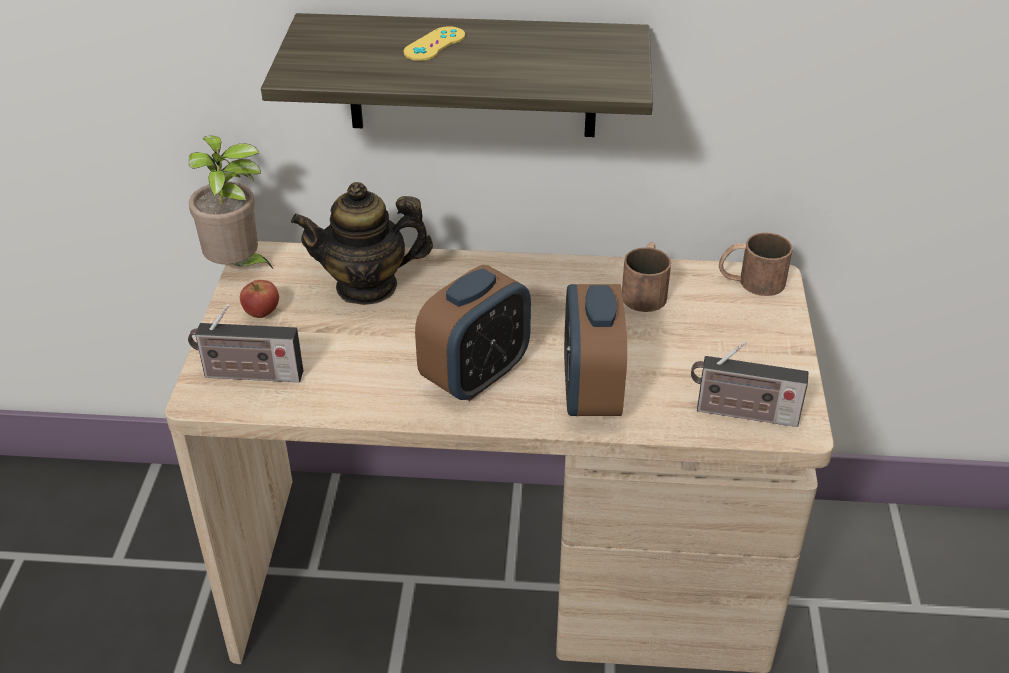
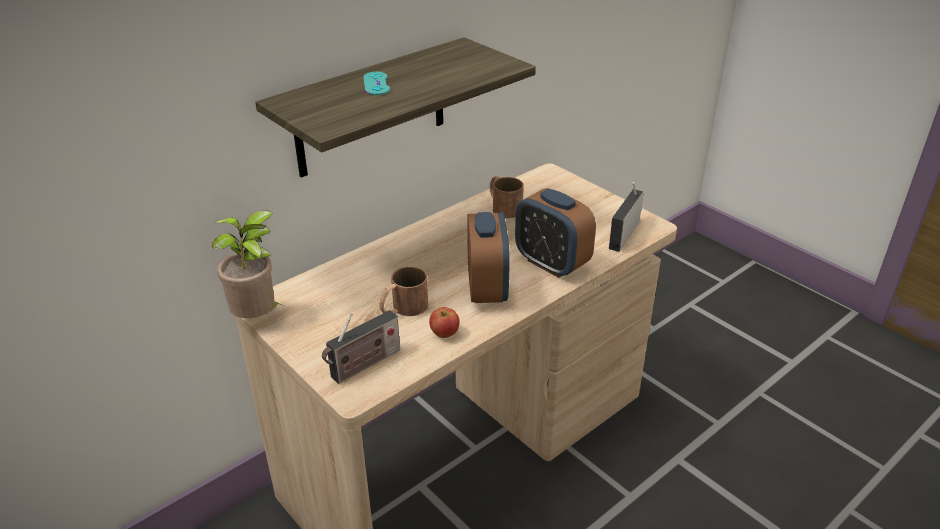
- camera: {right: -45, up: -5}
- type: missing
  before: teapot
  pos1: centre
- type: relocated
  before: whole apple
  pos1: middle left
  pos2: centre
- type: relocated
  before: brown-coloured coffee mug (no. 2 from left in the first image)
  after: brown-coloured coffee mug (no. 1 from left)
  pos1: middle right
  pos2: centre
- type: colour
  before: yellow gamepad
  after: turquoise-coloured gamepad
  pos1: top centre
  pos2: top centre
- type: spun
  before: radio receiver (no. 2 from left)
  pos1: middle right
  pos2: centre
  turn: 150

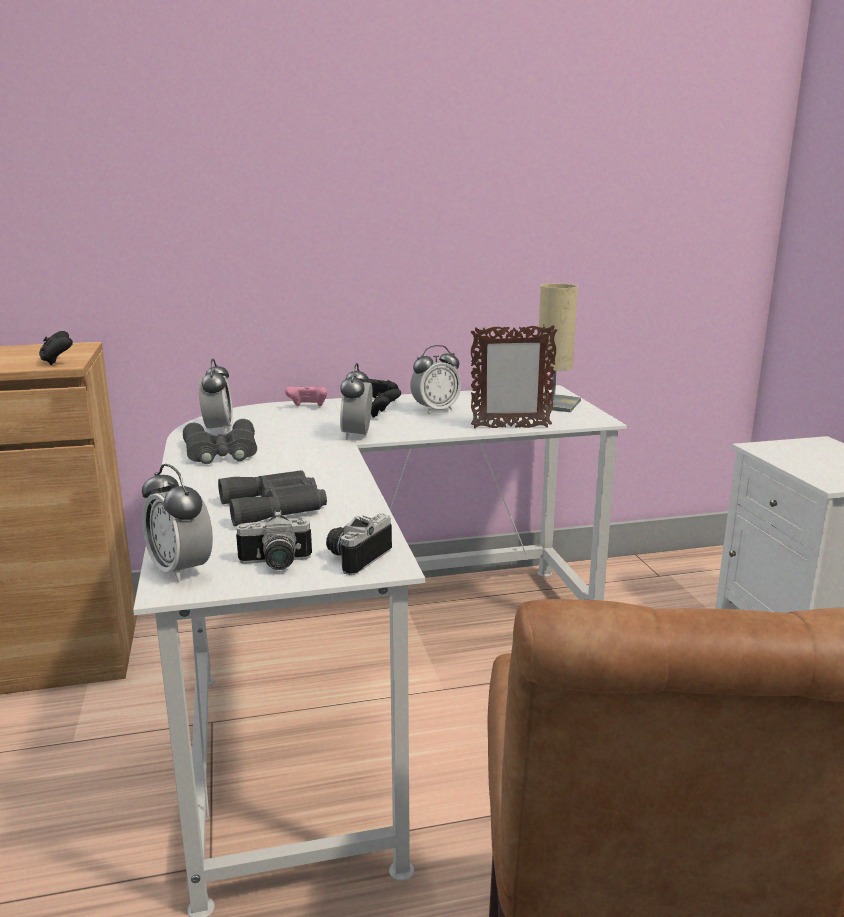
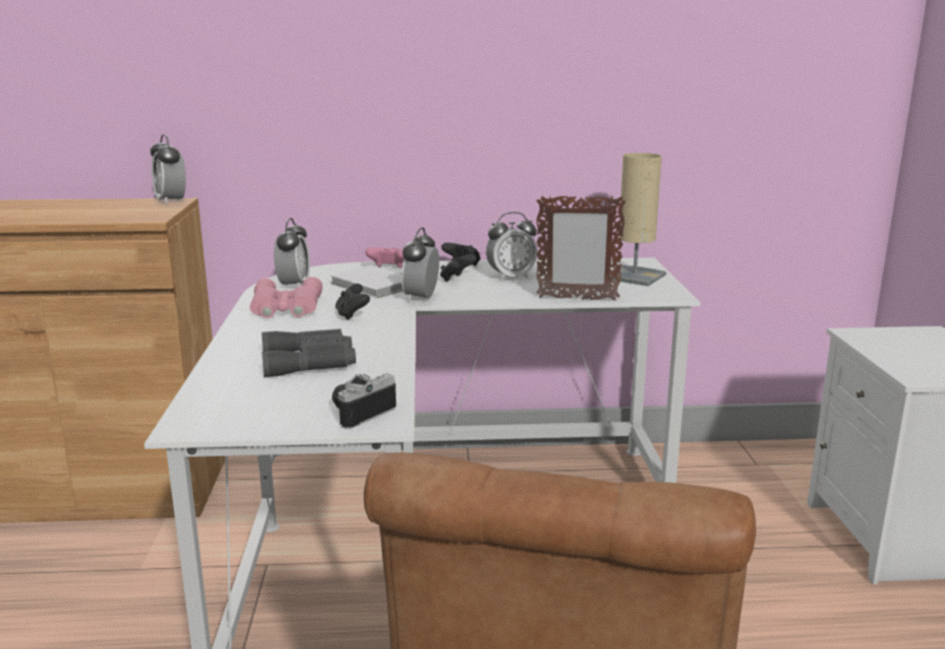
- camera: {right: 10, up: 0}
- type: missing
  before: still camera (no. 1 from left)
  pos1: middle left
- type: appeared
  after: white book
  pos2: centre
- type: relocated
  before: black-coloured gamepad (no. 1 from left)
  pos1: middle left
  pos2: centre
- type: relocated
  before: bedside clock (no. 1 from left)
  pos1: middle left
  pos2: top left
- type: colour
  before: grey binoculars (no. 1 from left)
  after: pink binoculars
  pos1: middle left
  pos2: middle left

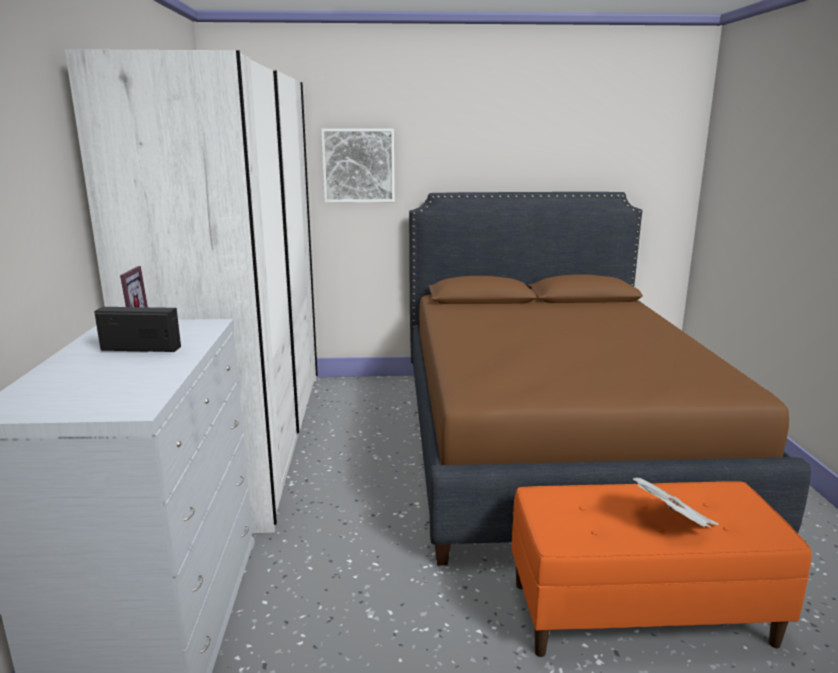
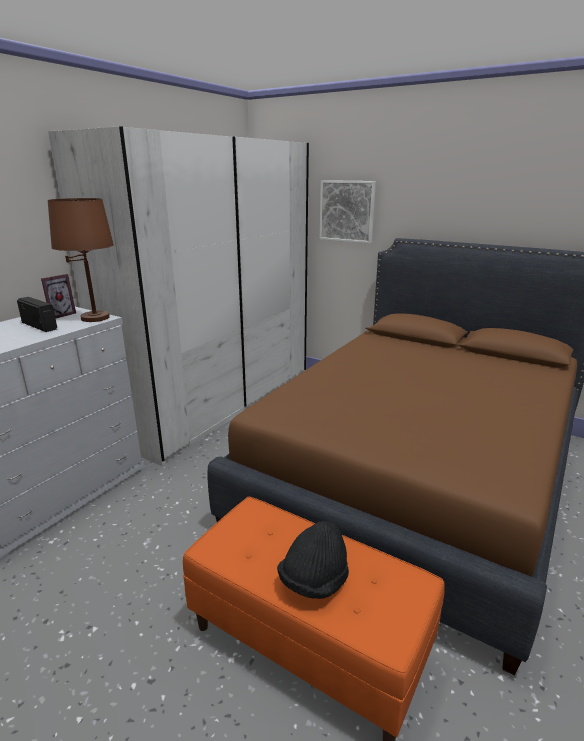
- camera: {right: 35, up: 5}
- type: appeared
  after: brown-coloured lamp for a table
  pos2: middle left
- type: exchanged
  before: printed paper
  after: black-coloured hat
  pos1: bottom right
  pos2: bottom centre

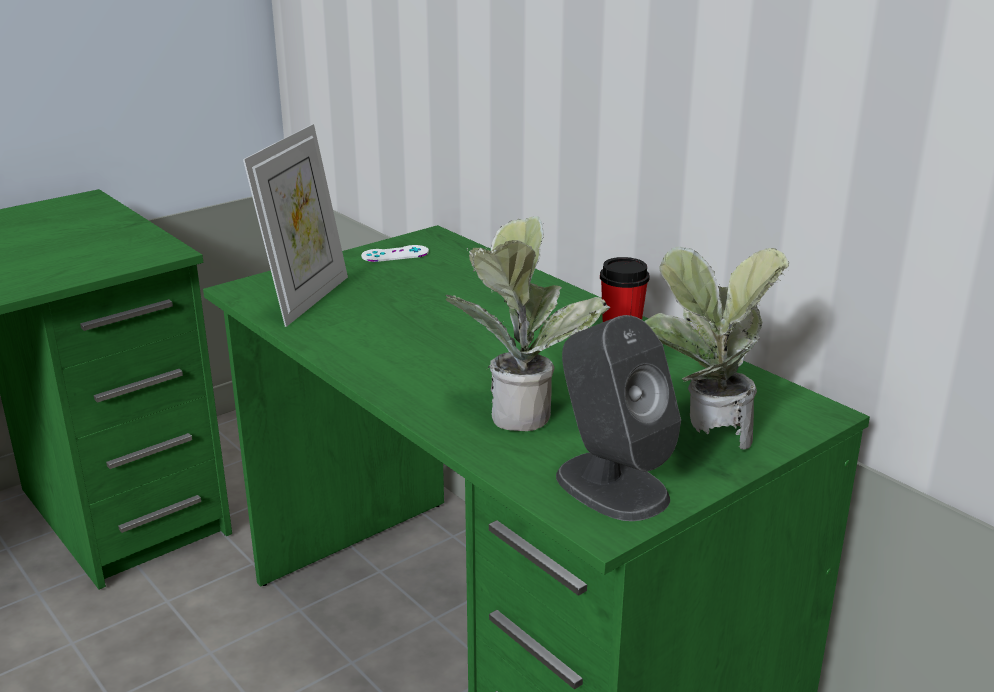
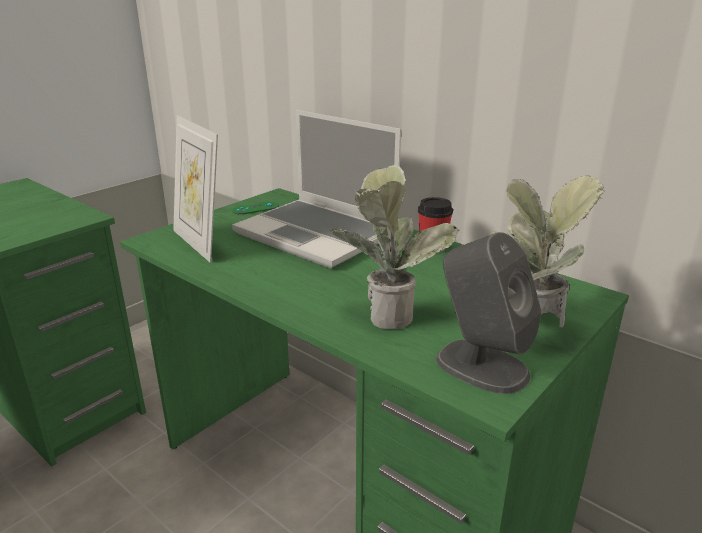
- camera: {right: -10, up: 0}
- type: appeared
  after: portable computer
  pos2: centre
- type: colour
  before: white gamepad
  after: greenish gamepad
  pos1: centre
  pos2: centre
- type: spun
  before: standing frame
  pos1: top left
  pos2: middle left
  turn: 135

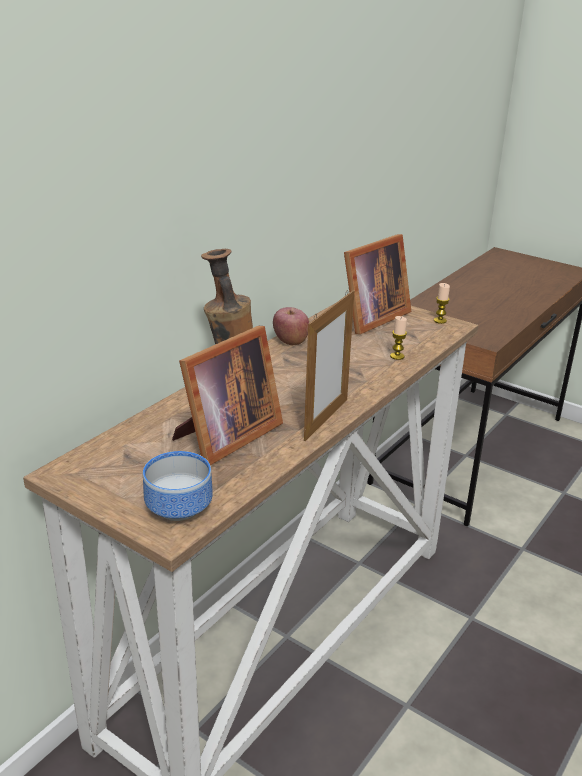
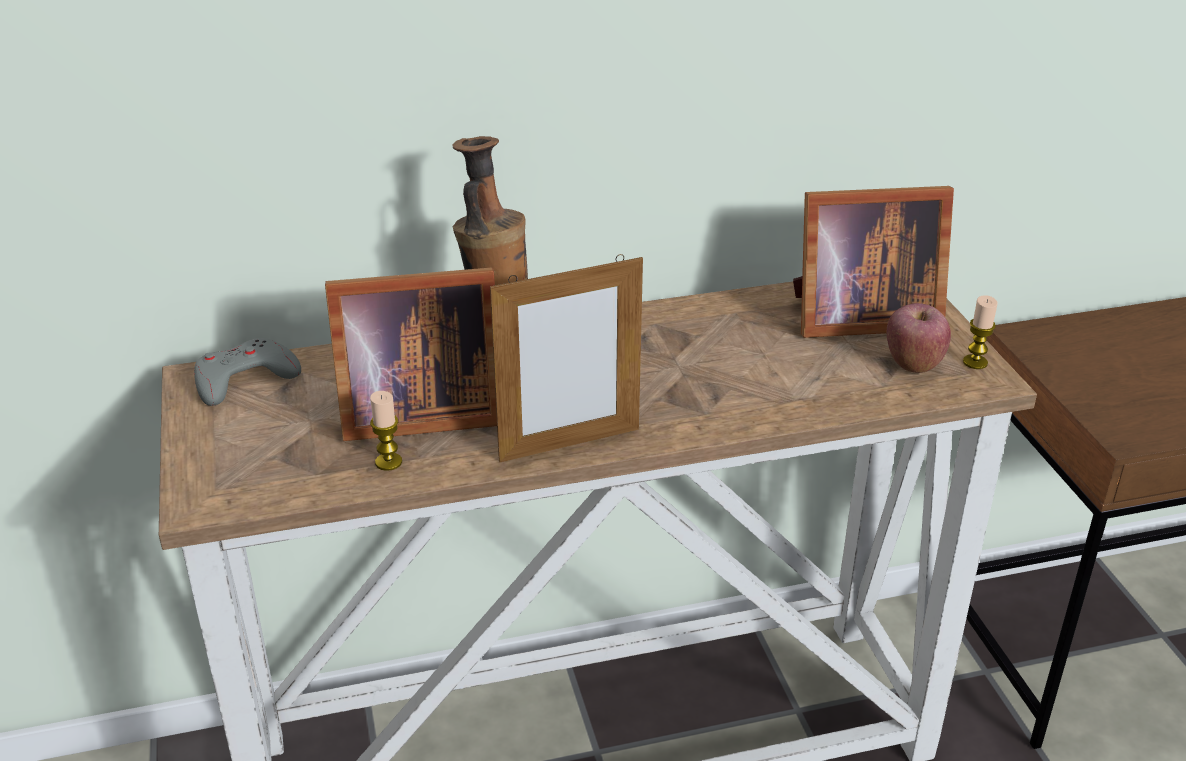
- camera: {right: 40, up: 5}
- type: missing
  before: serving bowl
  pos1: middle left
- type: appeared
  after: grey gamepad
  pos2: middle left
- type: relocated
  before: whole apple
  pos1: centre
  pos2: middle right
- type: relocated
  before: wax light (no. 1 from left)
  pos1: middle right
  pos2: middle left

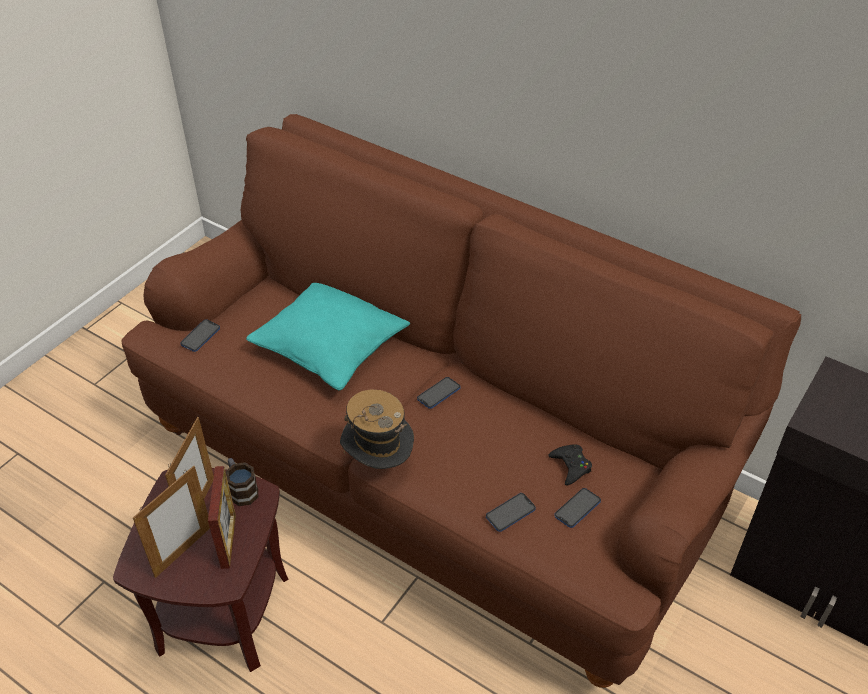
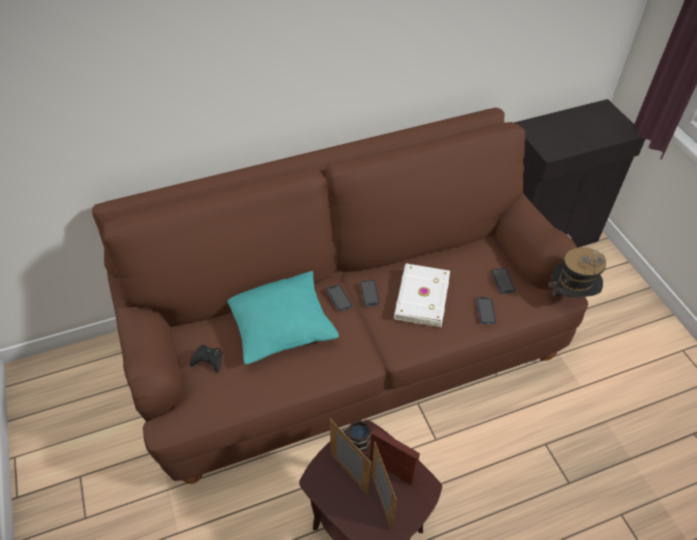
- camera: {right: -55, up: 5}
- type: appeared
  after: white book
  pos2: centre
- type: relocated
  before: telephone (no. 1 from left)
  pos1: middle left
  pos2: centre
- type: relocated
  before: hat
  pos1: centre
  pos2: middle right
- type: relocated
  before: black-coloured gamepad
  pos1: bottom centre
  pos2: middle left

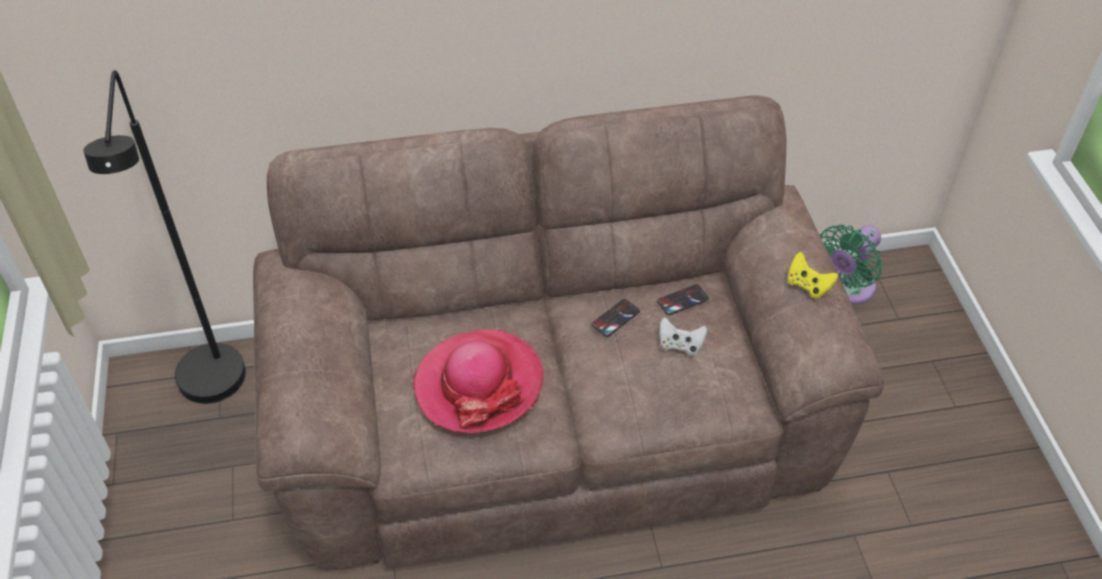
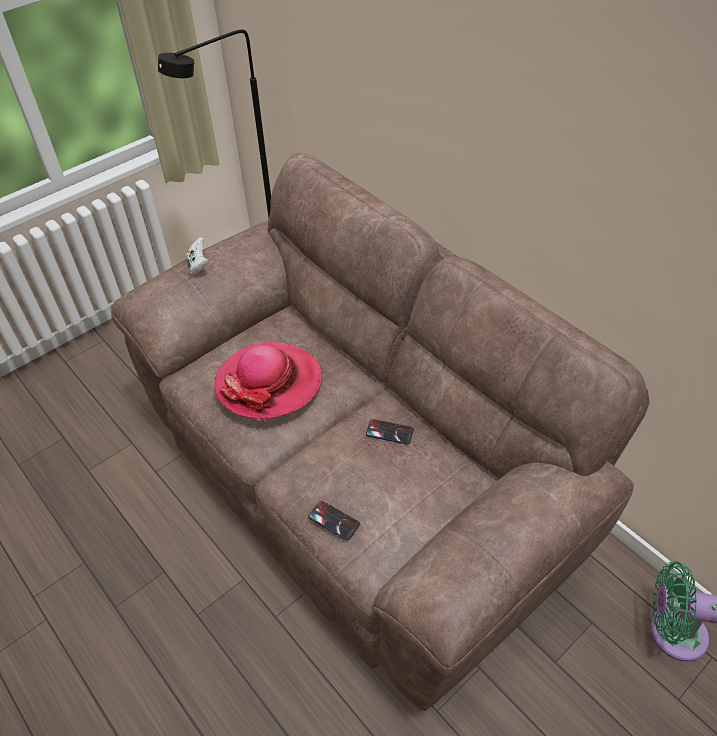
- camera: {right: 60, up: 0}
- type: missing
  before: yellow gamepad
  pos1: middle right
- type: relocated
  before: telephone (no. 2 from left in the first image)
  after: telephone (no. 1 from left)
  pos1: centre
  pos2: bottom centre
- type: relocated
  before: white gamepad
  pos1: centre
  pos2: middle left

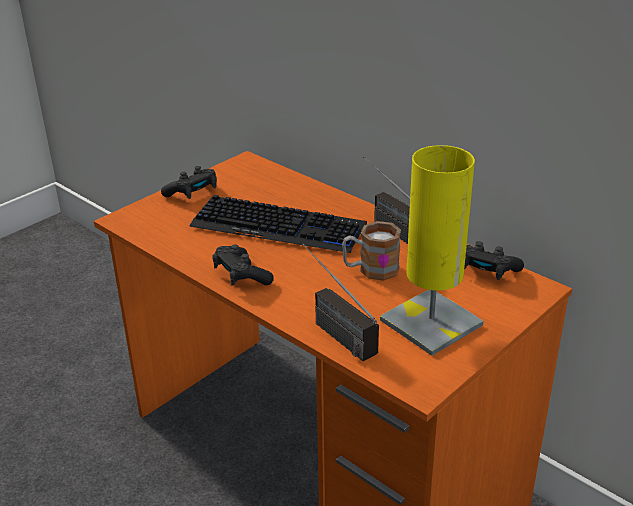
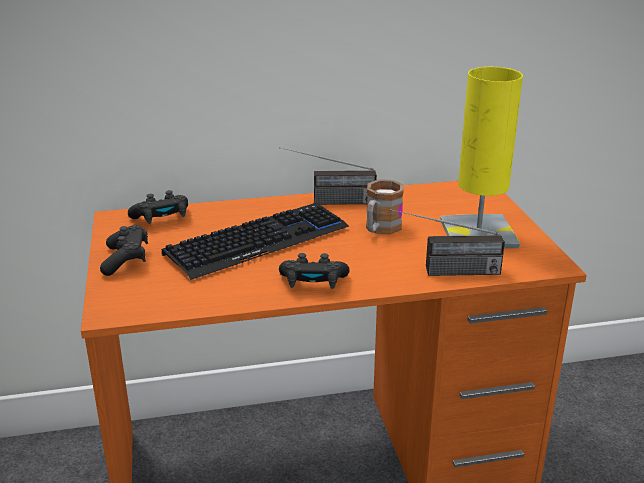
- camera: {right: -55, up: -5}
- type: relocated
  before: black-coloured gamepad (no. 3 from left in the first image)
  after: black-coloured gamepad (no. 2 from left)
  pos1: middle right
  pos2: middle left

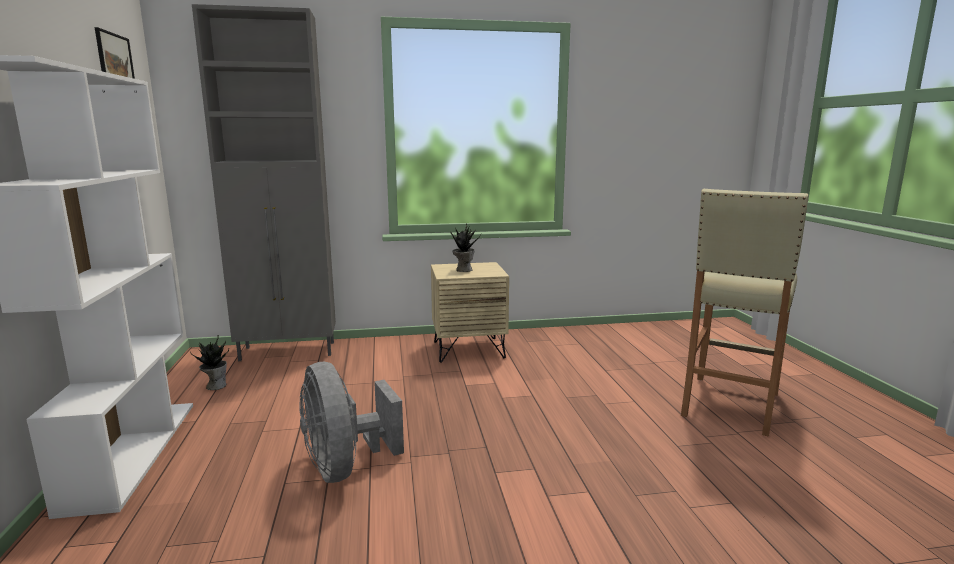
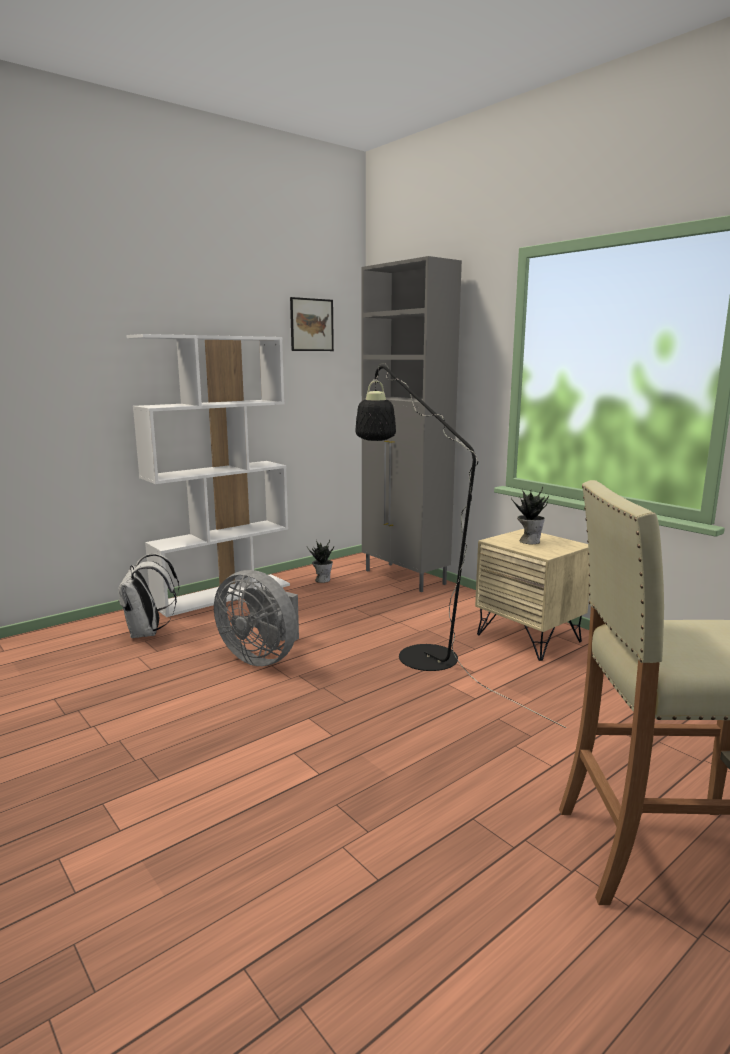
- camera: {right: 60, up: 0}
- type: appeared
  after: white rucksack
  pos2: middle left
- type: appeared
  after: black-coloured floor lamp
  pos2: centre
- type: spun
  before: grey cooling fan
  pos1: bottom centre
  pos2: centre
  turn: -90

